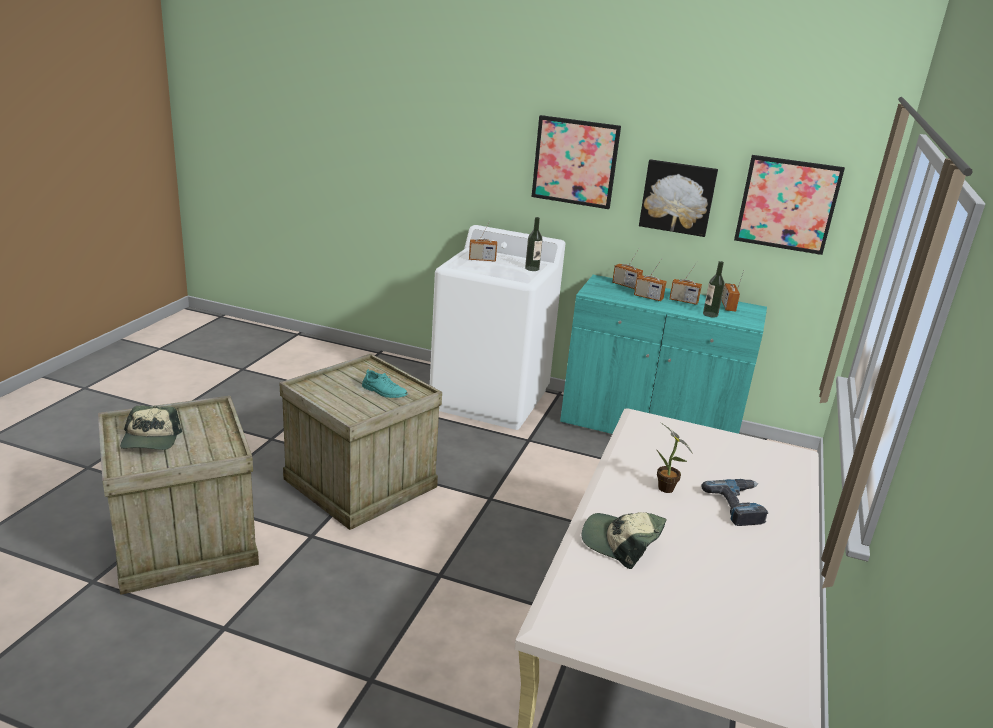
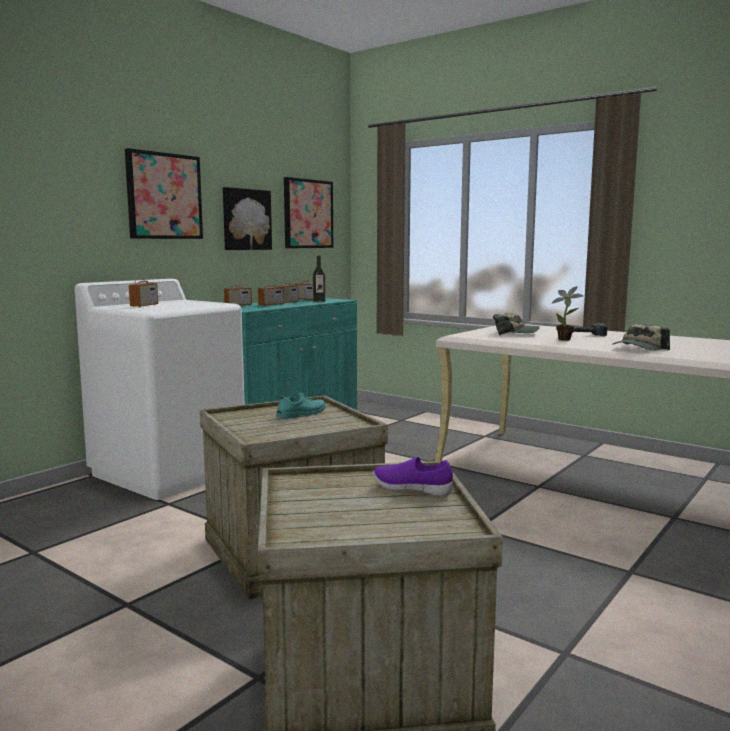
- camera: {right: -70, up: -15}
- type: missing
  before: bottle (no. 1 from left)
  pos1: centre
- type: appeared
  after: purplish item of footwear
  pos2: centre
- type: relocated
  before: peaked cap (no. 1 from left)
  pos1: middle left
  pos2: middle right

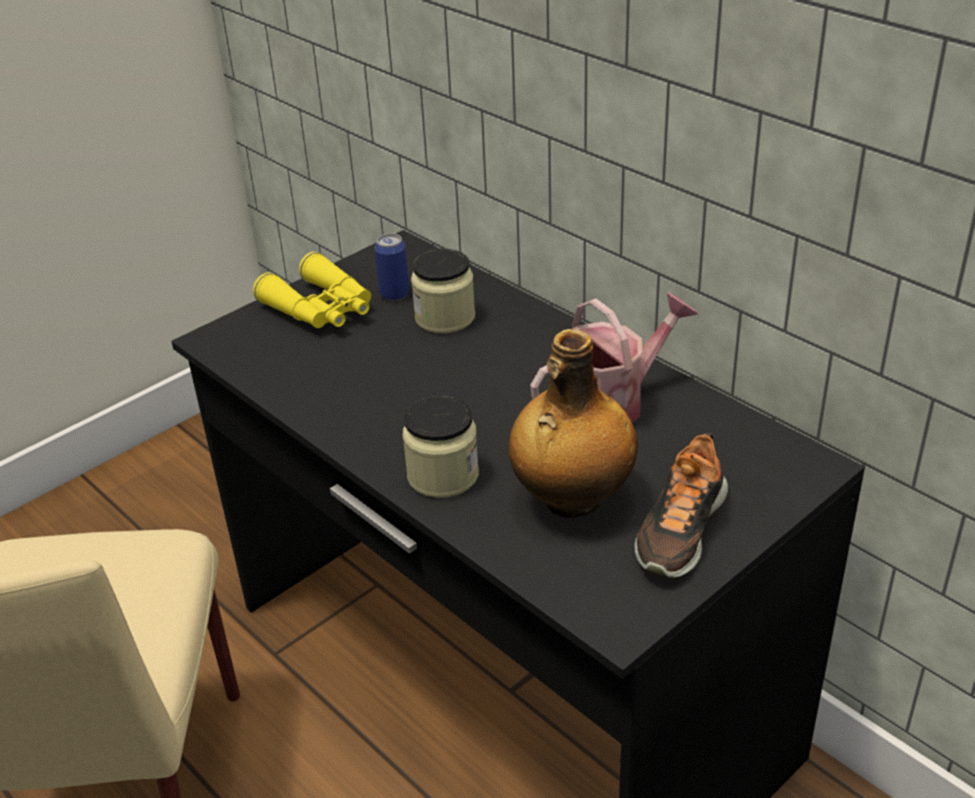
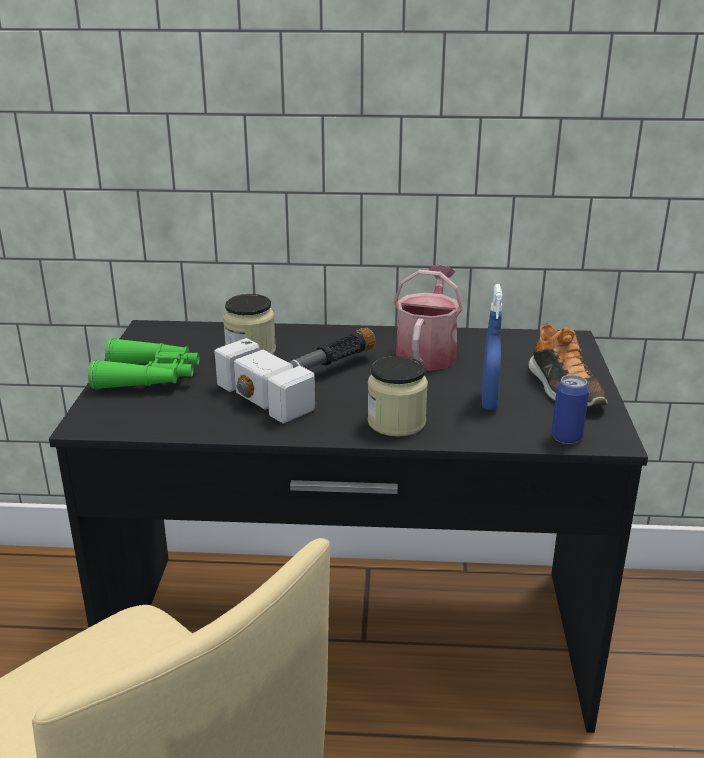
- camera: {right: -45, up: -10}
- type: appeared
  after: hammer
  pos2: centre
- type: relocated
  before: can
  pos1: centre
  pos2: middle right
- type: exchanged
  before: bottle
  after: blue-coloured hand sprayer
  pos1: centre
  pos2: middle right
- type: colour
  before: yellow binoculars
  after: greenish binoculars
  pos1: middle left
  pos2: middle left

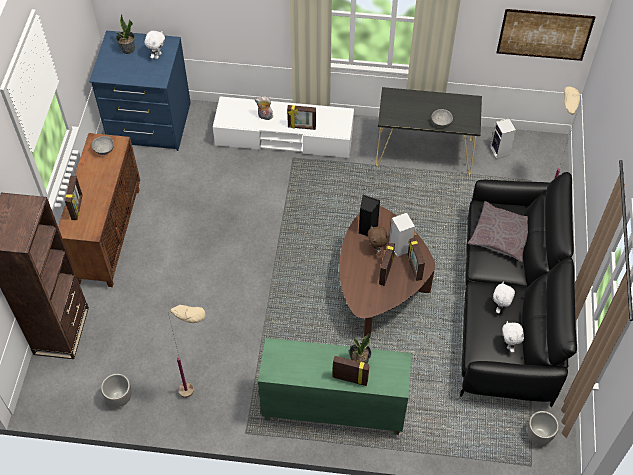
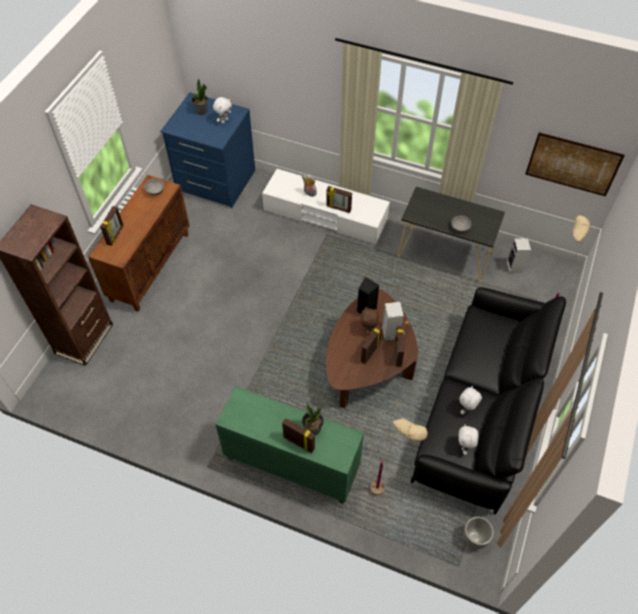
- camera: {right: 15, up: 0}
- type: missing
  before: plant pot (no. 1 from left)
  pos1: bottom left
- type: missing
  before: grey cushion
  pos1: middle right
- type: relocated
  before: beige floor lamp (no. 1 from left)
  pos1: bottom left
  pos2: bottom centre

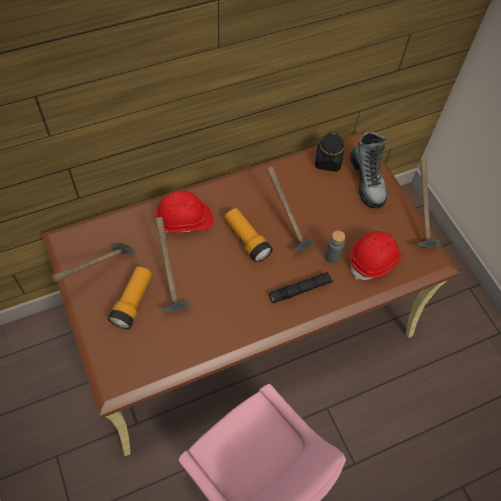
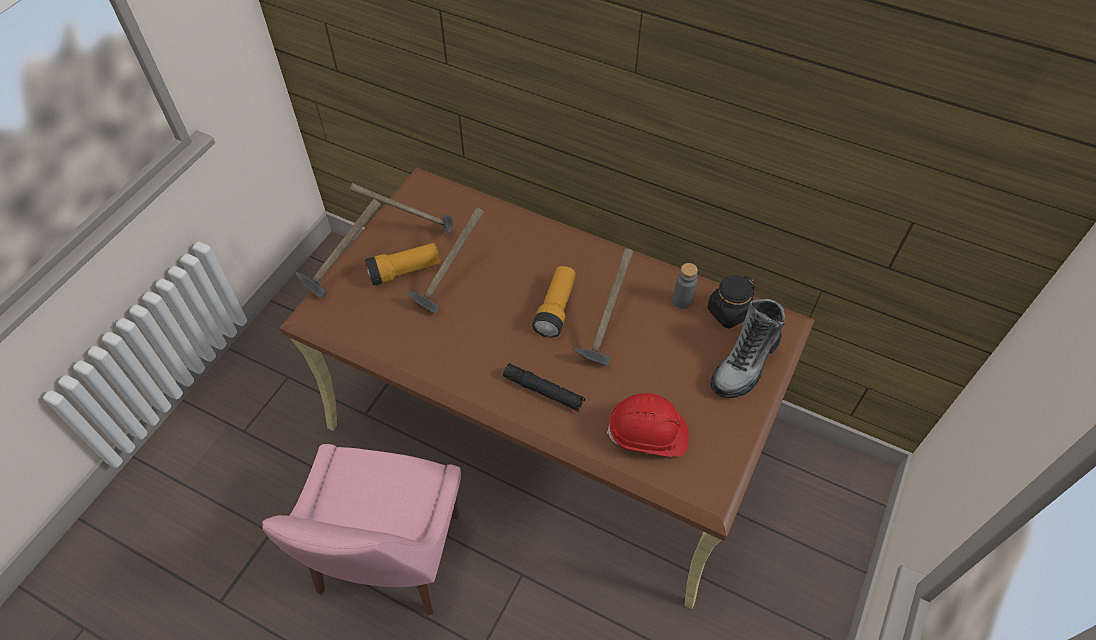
- camera: {right: 55, up: -5}
- type: missing
  before: reddish safety helmet (no. 1 from left)
  pos1: centre
- type: relocated
  before: grey bottle
  pos1: middle right
  pos2: centre
- type: relocated
  before: hammer (no. 4 from left in the first image)
  after: hammer (no. 1 from left)
  pos1: middle right
  pos2: middle left

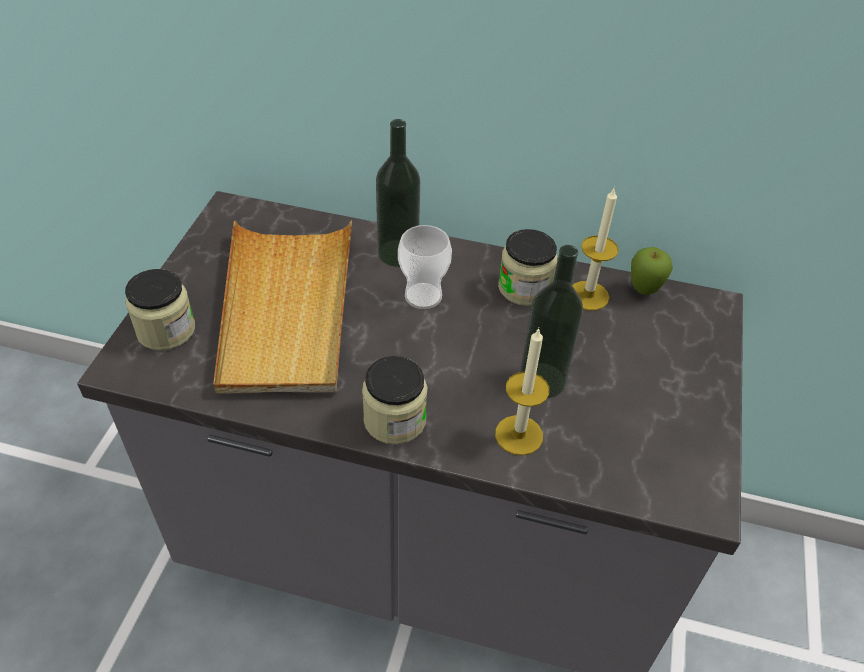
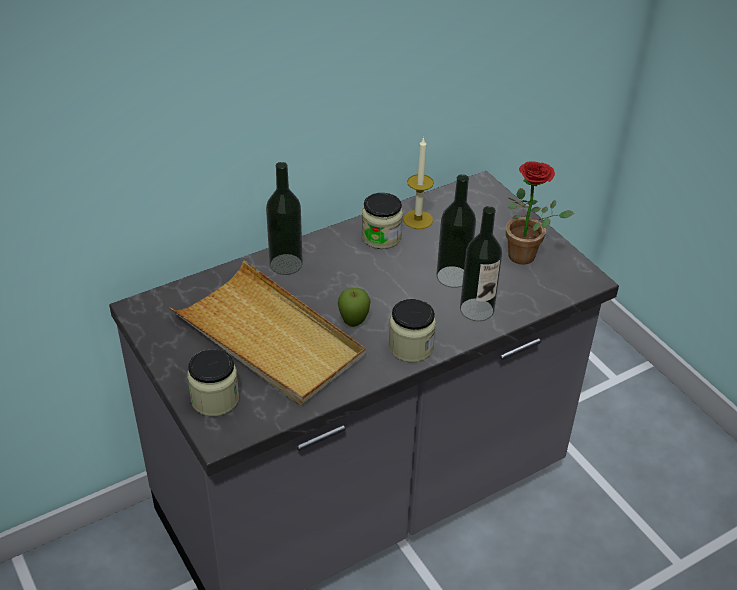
- camera: {right: -45, up: -5}
- type: missing
  before: small cup
  pos1: centre
- type: appeared
  after: houseplant
  pos2: middle right
- type: relocated
  before: whole apple
  pos1: middle right
  pos2: centre
- type: exchanged
  before: wax light (no. 1 from left)
  after: bottle (no. 3 from left)
  pos1: centre
  pos2: centre

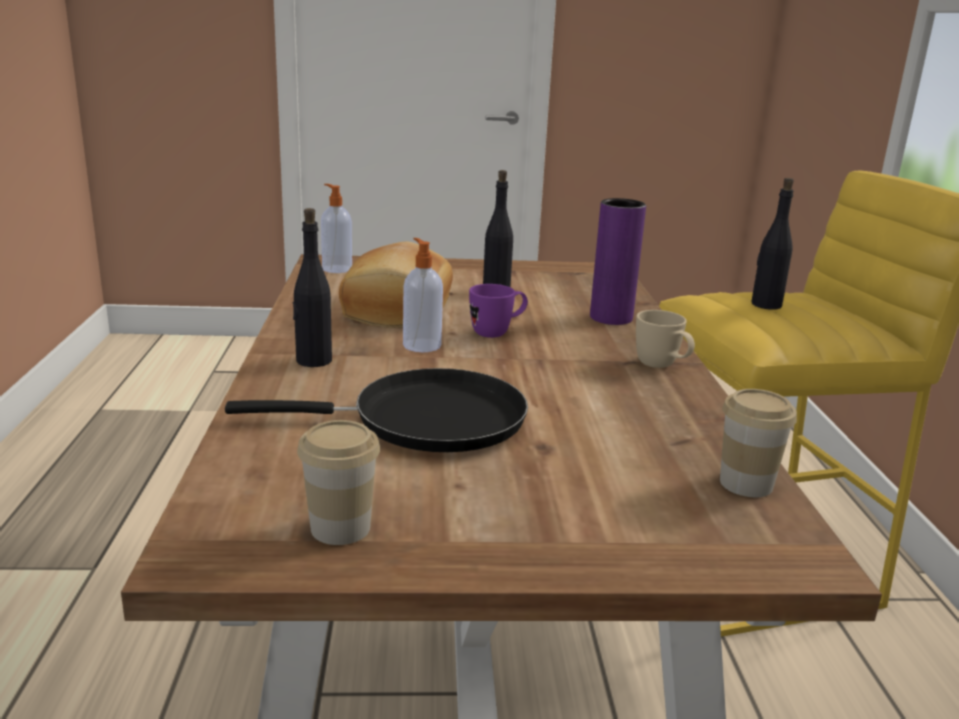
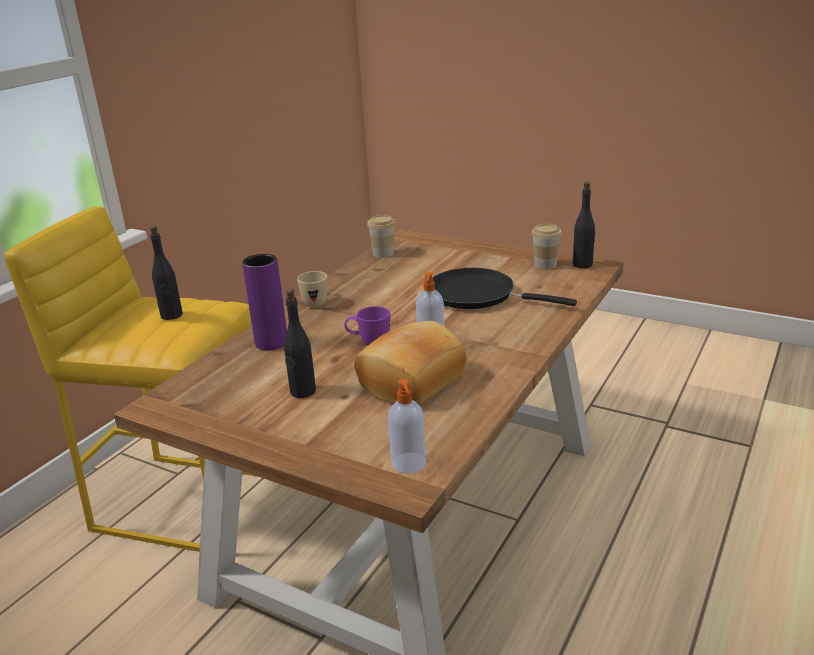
- camera: {right: -145, up: 5}
- type: relocated
  before: black-coloured bottle (no. 1 from left in the first image)
  after: black-coloured bottle (no. 3 from left)
  pos1: middle left
  pos2: middle right

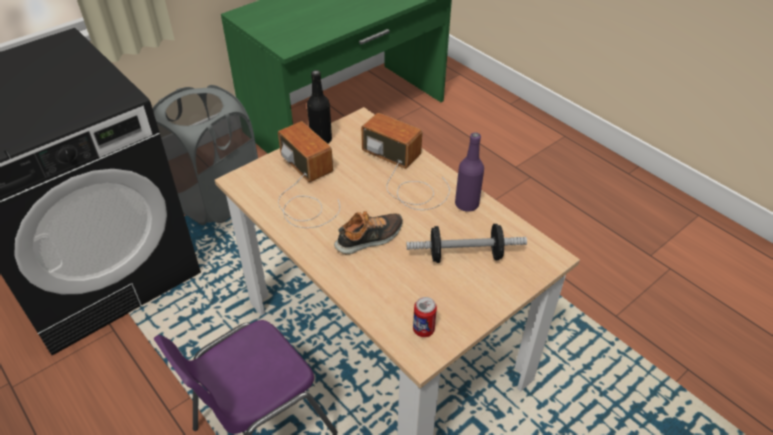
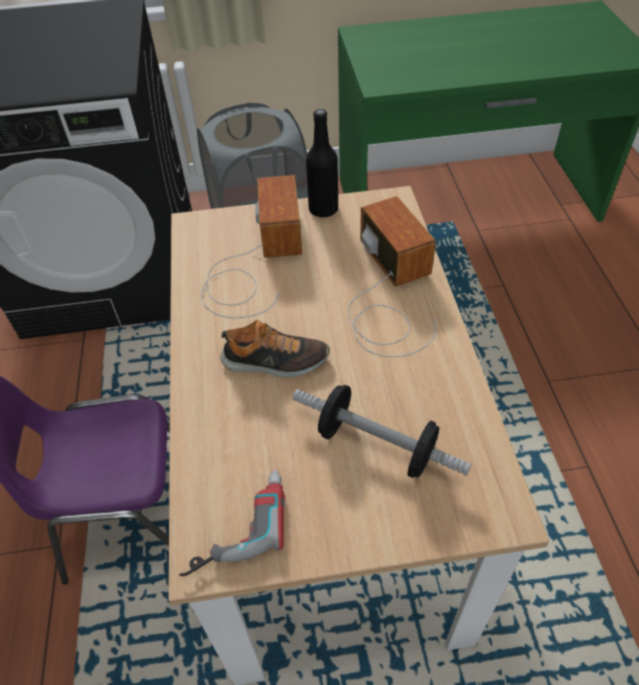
- camera: {right: 35, up: 5}
- type: missing
  before: purplish bottle
  pos1: centre
- type: exchanged
  before: can
  after: drill
  pos1: bottom centre
  pos2: bottom centre

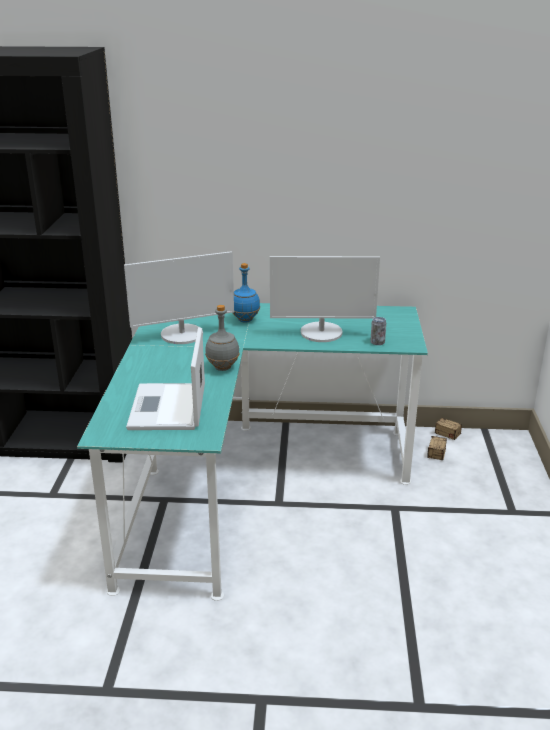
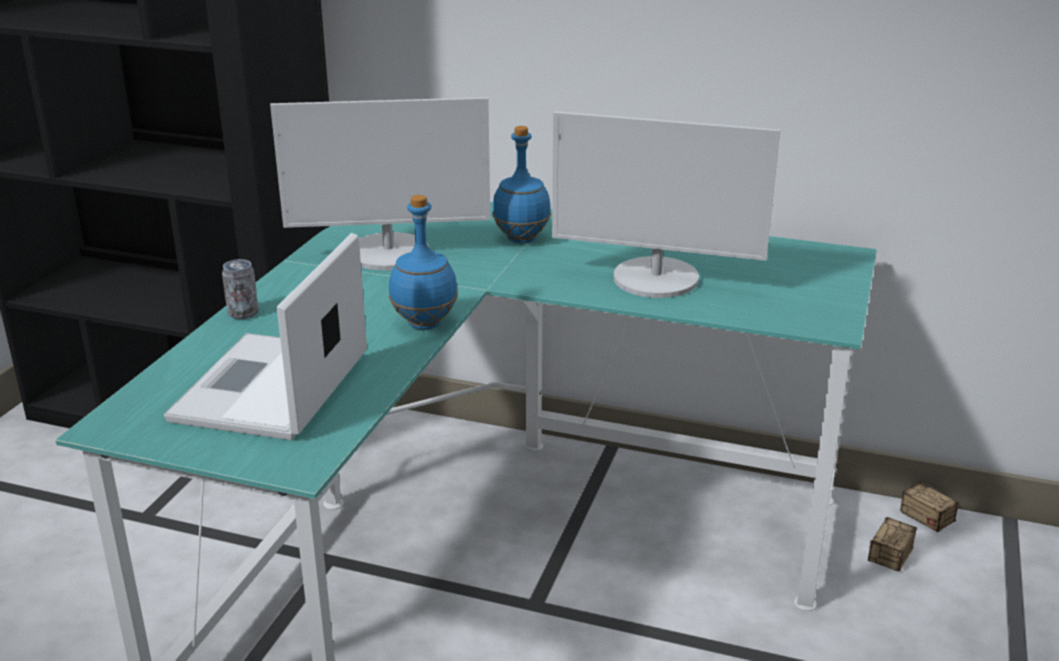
- camera: {right: 15, up: 0}
- type: relocated
  before: can
  pos1: middle right
  pos2: middle left
- type: colour
  before: grey bottle
  after: blue-coloured bottle (no. 1 from left)
  pos1: centre
  pos2: centre

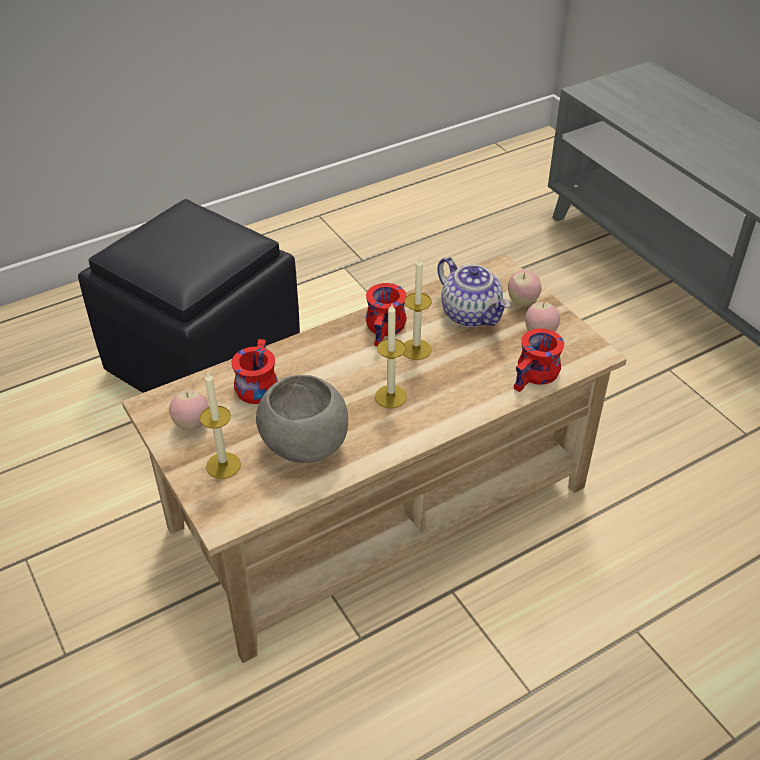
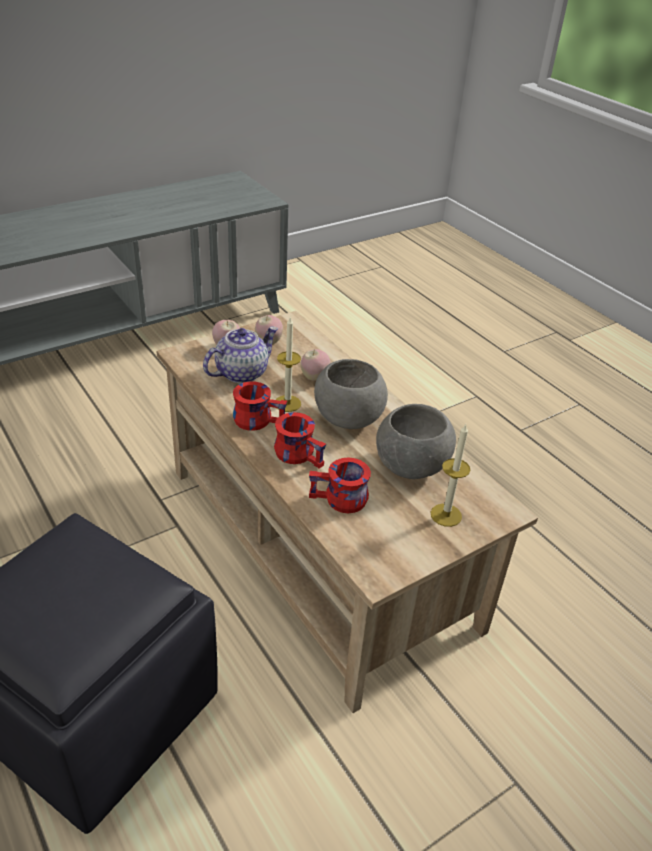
- camera: {right: -95, up: -5}
- type: relocated
  before: whole apple (no. 1 from left in the first image)
  after: whole apple (no. 3 from left)
  pos1: middle left
  pos2: centre
- type: relocated
  before: reddish coffee mug (no. 3 from left in the first image)
  after: reddish coffee mug (no. 2 from left)
  pos1: middle right
  pos2: centre
- type: exchanged
  before: wax light (no. 2 from left)
  after: grey serving bowl (no. 1 from left)
  pos1: centre
  pos2: centre

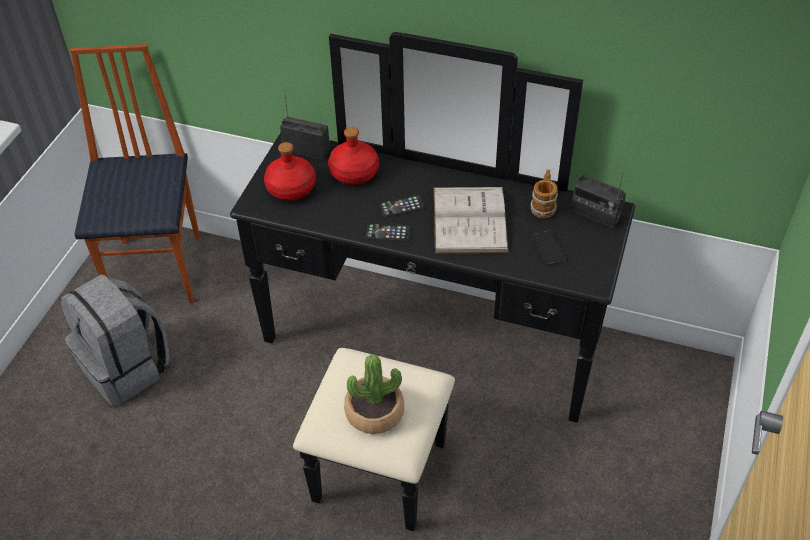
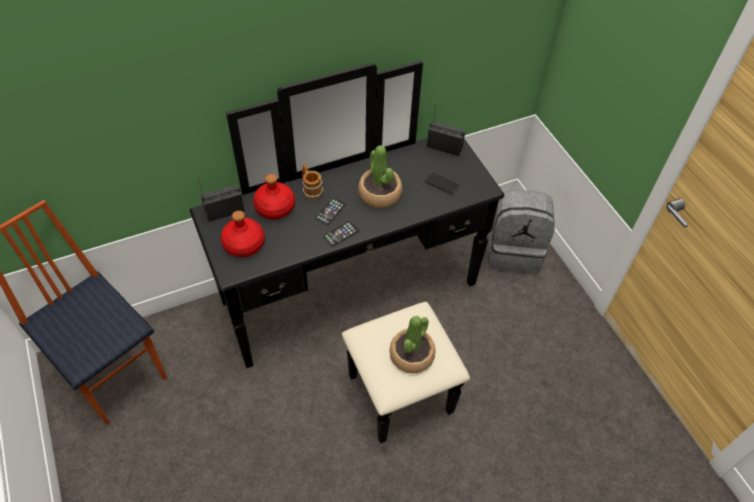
- camera: {right: -45, up: 5}
- type: relocated
  before: grey rucksack
  pos1: middle left
  pos2: middle right
- type: relocated
  before: coffee mug
  pos1: middle right
  pos2: centre
- type: exchanged
  before: white book
  after: houseplant (no. 1 from left)
  pos1: centre
  pos2: centre
- type: spun
  before: radio receiver (no. 2 from left)
  pos1: middle right
  pos2: top centre
  turn: -150

